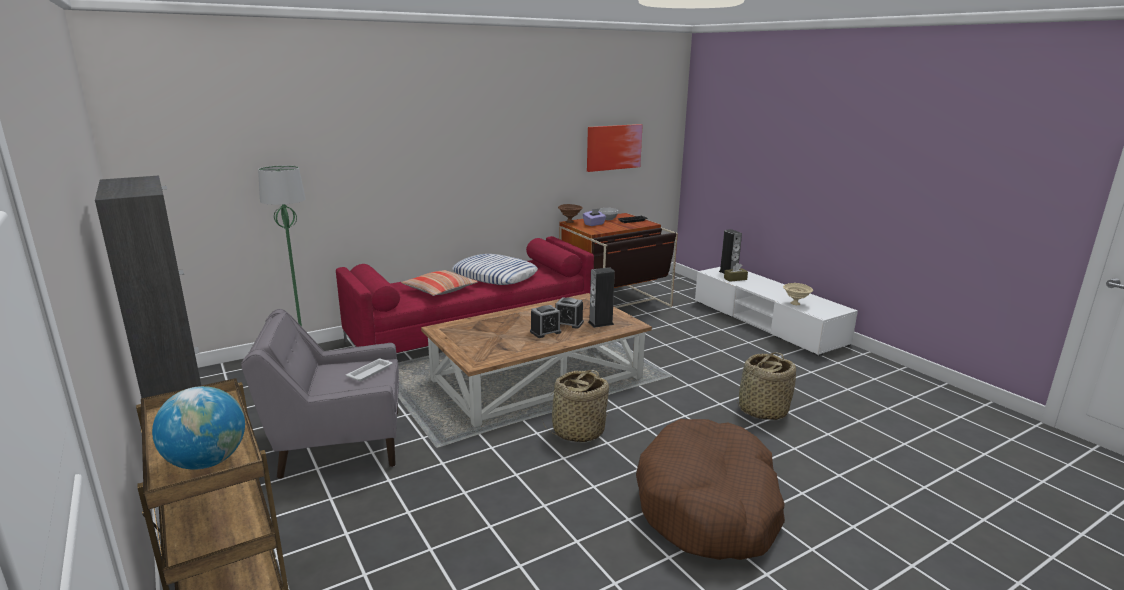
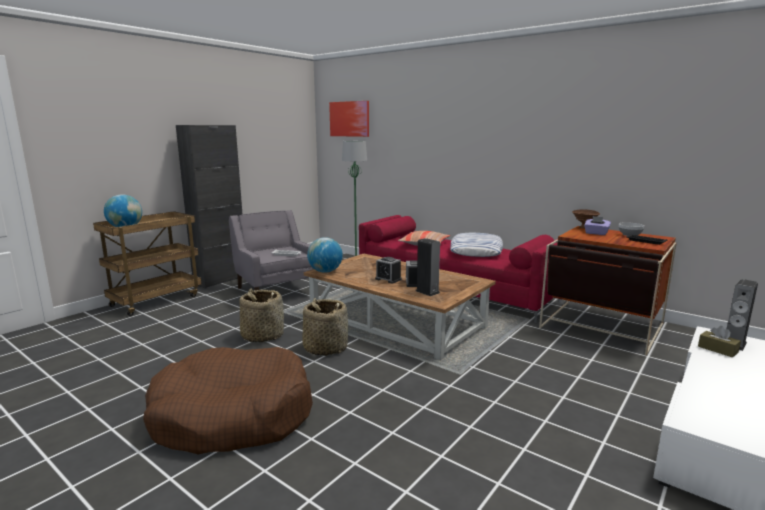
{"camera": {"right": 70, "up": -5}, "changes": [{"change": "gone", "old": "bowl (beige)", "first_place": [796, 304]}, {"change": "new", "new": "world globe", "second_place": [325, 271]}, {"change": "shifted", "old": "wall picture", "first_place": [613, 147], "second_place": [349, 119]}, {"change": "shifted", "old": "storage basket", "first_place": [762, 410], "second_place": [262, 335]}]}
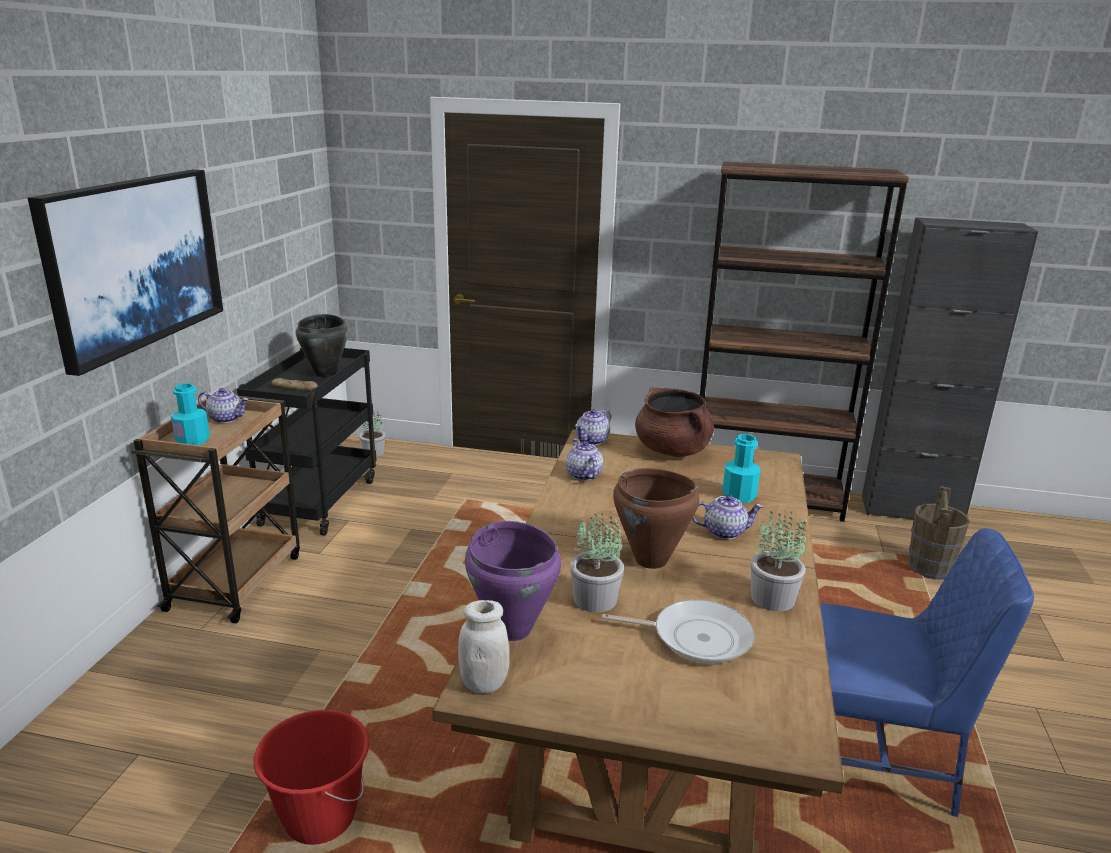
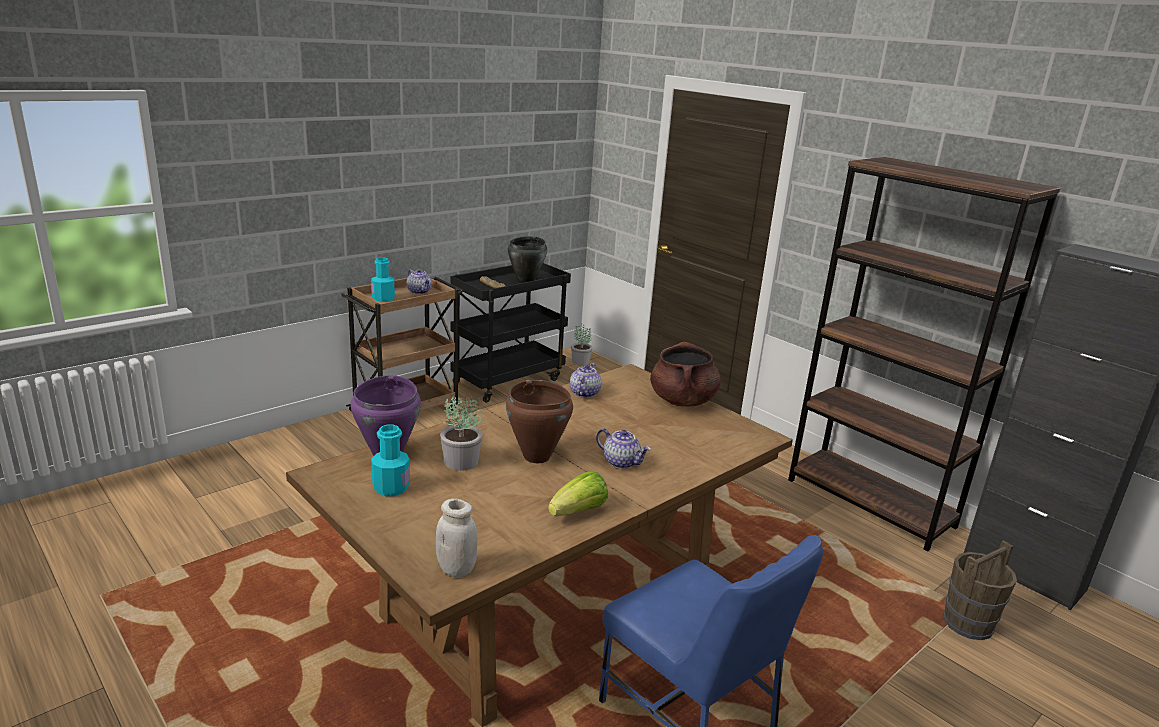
{"camera": {"right": 35, "up": 0}, "changes": [{"change": "gone", "old": "wall picture", "first_place": [134, 262]}, {"change": "gone", "old": "water bucket (red-coloured)", "first_place": [319, 818]}, {"change": "gone", "old": "pot for tea", "first_place": [592, 440]}, {"change": "gone", "old": "pan", "first_place": [696, 637]}, {"change": "shifted", "old": "jar (whitish)", "first_place": [484, 683], "second_place": [456, 569]}, {"change": "shifted", "old": "drink bottle (turquoise)", "first_place": [739, 496], "second_place": [391, 487]}, {"change": "swapped", "old": "houseplant", "new": "lettuce head", "first_place": [773, 598], "second_place": [579, 512]}]}
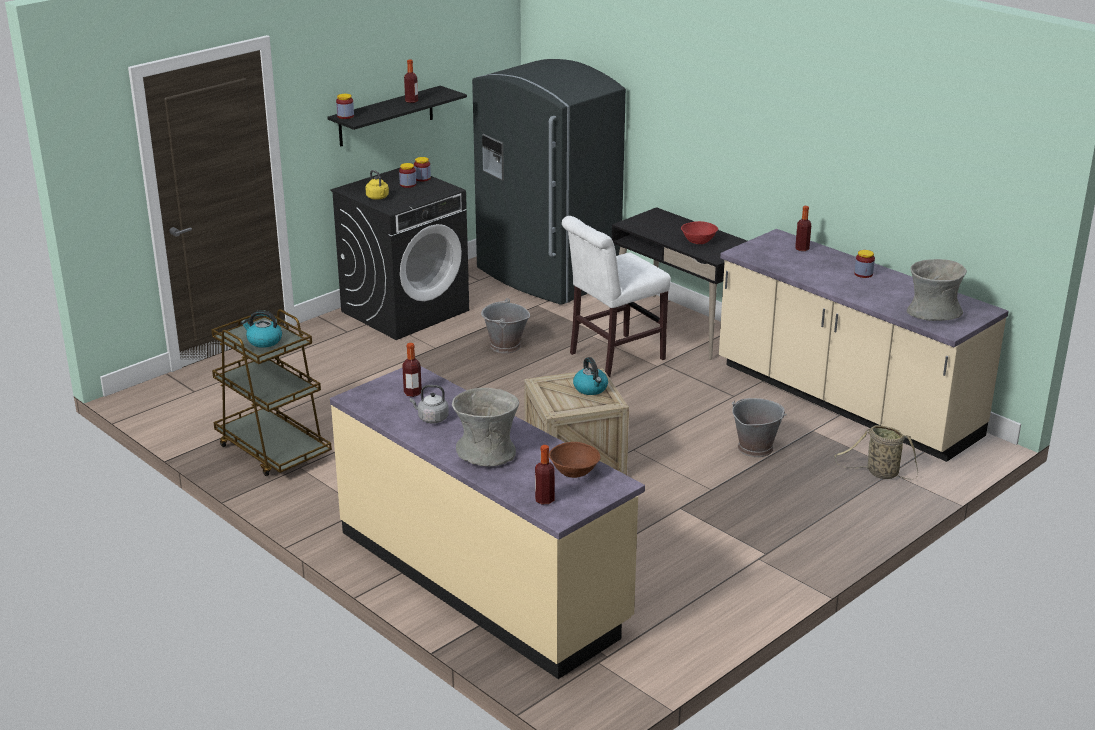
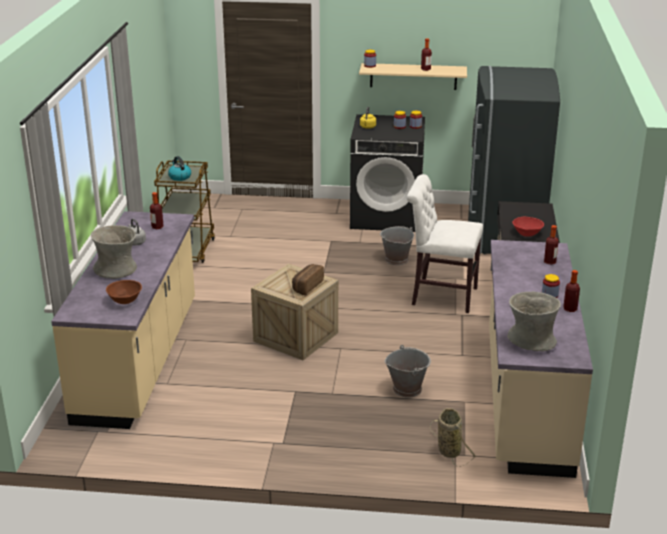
{"camera": {"right": 50, "up": 0}, "changes": [{"change": "shifted", "old": "drink bottle", "first_place": [544, 500], "second_place": [570, 309]}, {"change": "swapped", "old": "kettle", "new": "baked bread", "first_place": [591, 388], "second_place": [306, 286]}, {"change": "repainted", "old": "wall shelf (black)", "new": "wall shelf (beige)", "first_place": [386, 116], "second_place": [413, 76]}]}
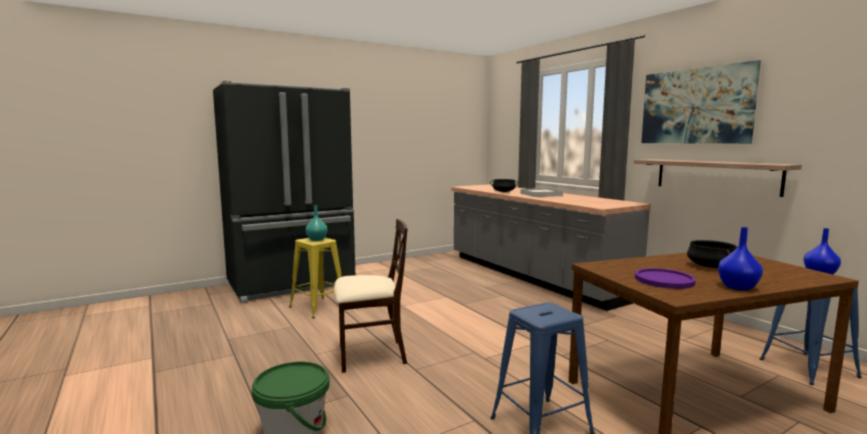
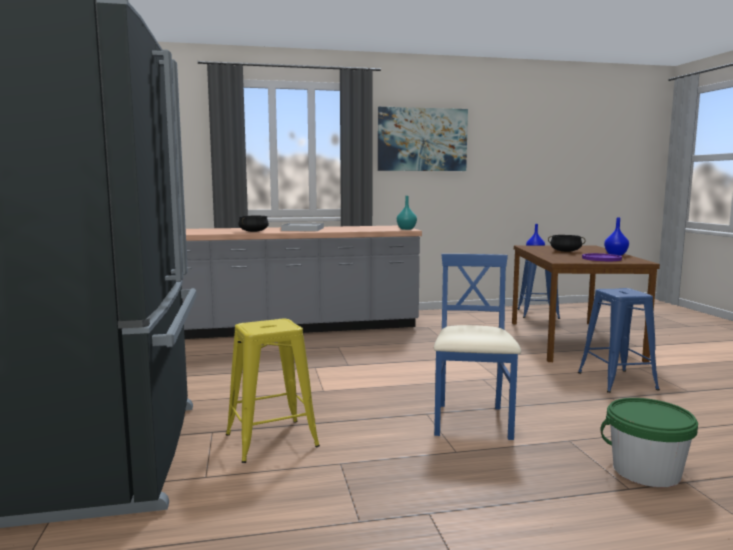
{"camera": {"right": -70, "up": 0}, "changes": [{"change": "gone", "old": "wall shelf", "first_place": [715, 176]}, {"change": "shifted", "old": "vase (turquoise)", "first_place": [317, 239], "second_place": [406, 229]}, {"change": "repainted", "old": "plain chair (beige)", "new": "plain chair (blue)", "first_place": [370, 355], "second_place": [472, 421]}]}
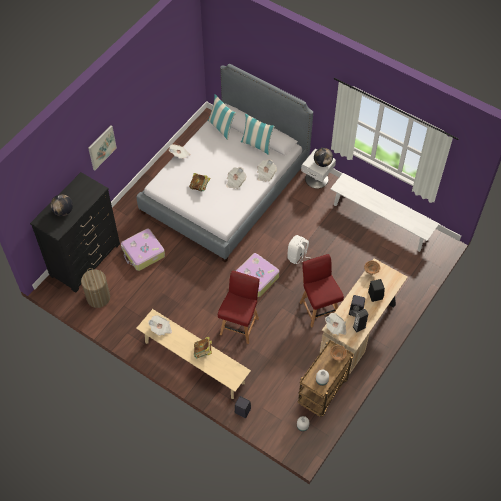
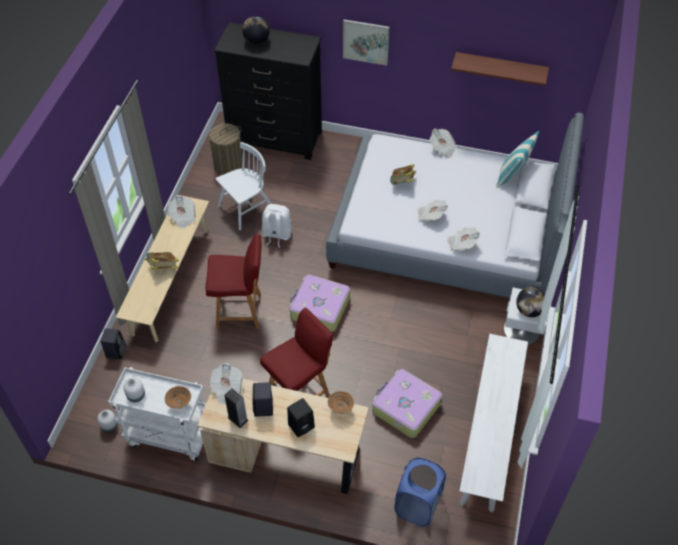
{"camera": {"right": 70, "up": -5}, "changes": [{"change": "gone", "old": "pillow", "first_place": [257, 145]}, {"change": "new", "new": "plain chair (whitish)", "second_place": [246, 208]}, {"change": "new", "new": "washing basket (blue)", "second_place": [417, 505]}, {"change": "new", "new": "wall shelf", "second_place": [500, 68]}, {"change": "shifted", "old": "piece of luggage", "first_place": [143, 253], "second_place": [405, 407]}, {"change": "shifted", "old": "knapsack (whitish)", "first_place": [297, 256], "second_place": [276, 235]}, {"change": "repainted", "old": "trolley (brown)", "new": "trolley (whitish)", "first_place": [323, 392], "second_place": [168, 436]}]}
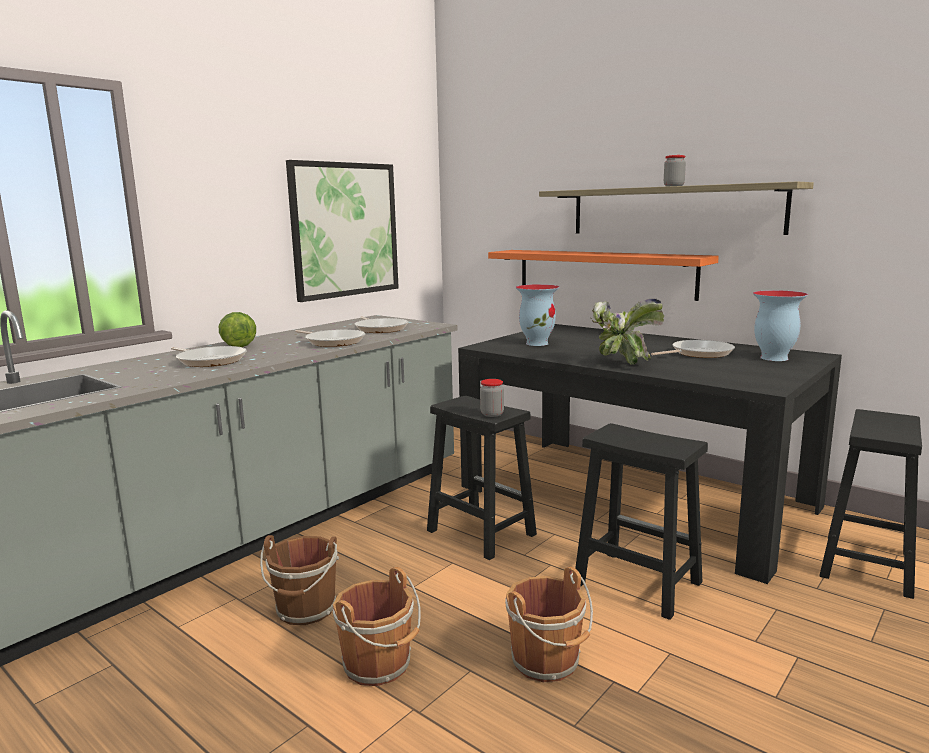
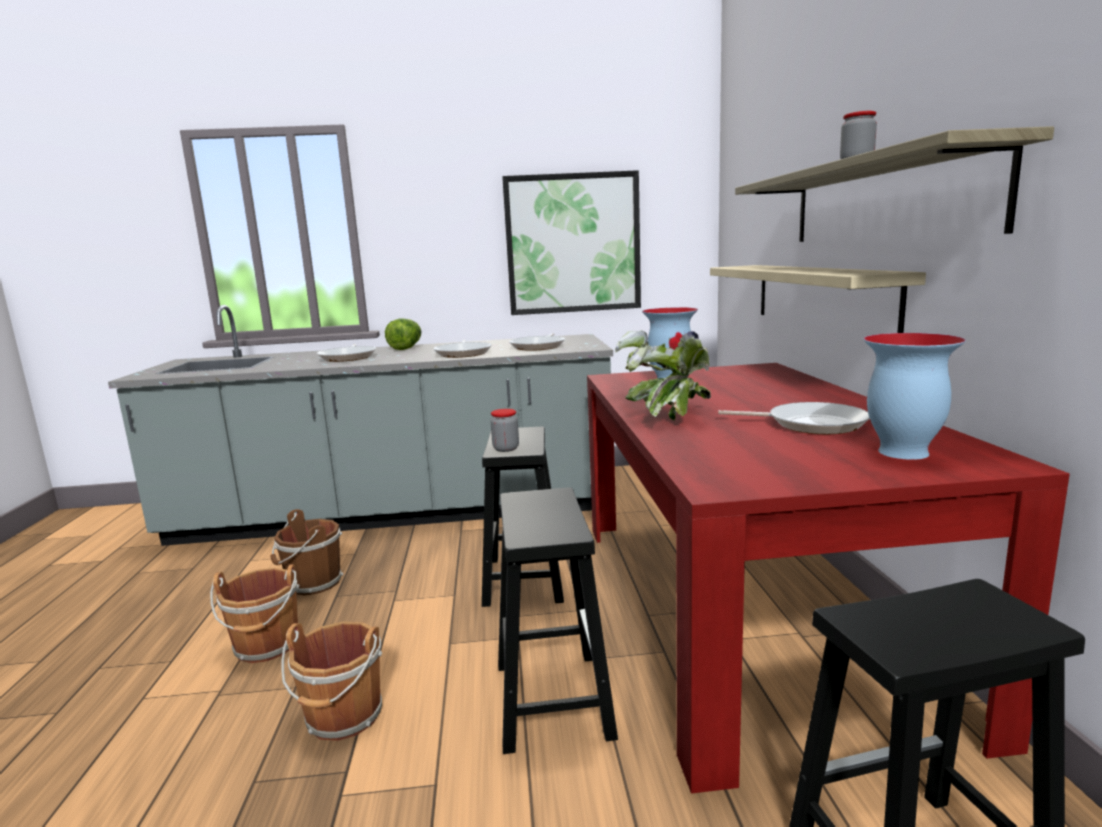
{"camera": {"right": 45, "up": 0}, "changes": [{"change": "repainted", "old": "dining table (black)", "new": "dining table (red-coloured)", "first_place": [634, 496], "second_place": [745, 609]}, {"change": "repainted", "old": "wall shelf (orange)", "new": "wall shelf (beige)", "first_place": [603, 273], "second_place": [819, 297]}]}
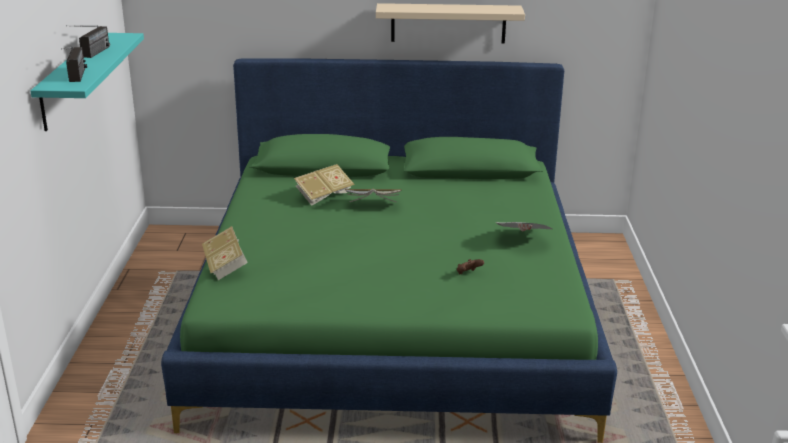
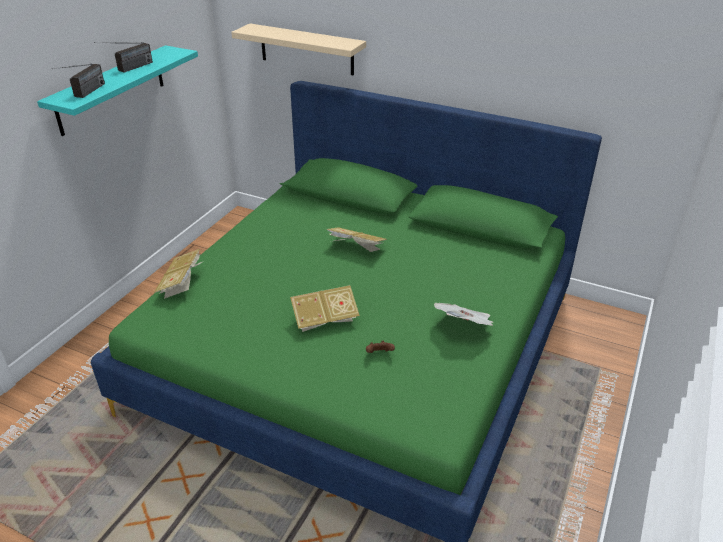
{"camera": {"right": 25, "up": 10}, "changes": [{"change": "shifted", "old": "book", "first_place": [323, 196], "second_place": [324, 319]}, {"change": "shifted", "old": "wall shelf (beige)", "first_place": [448, 23], "second_place": [306, 49]}]}
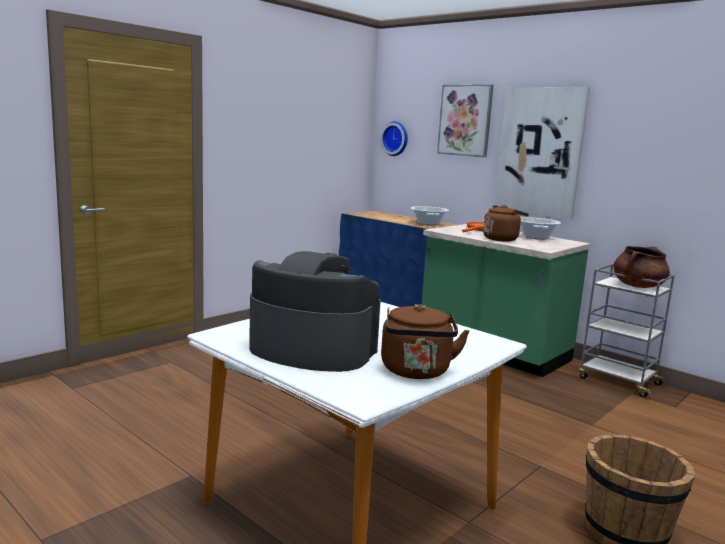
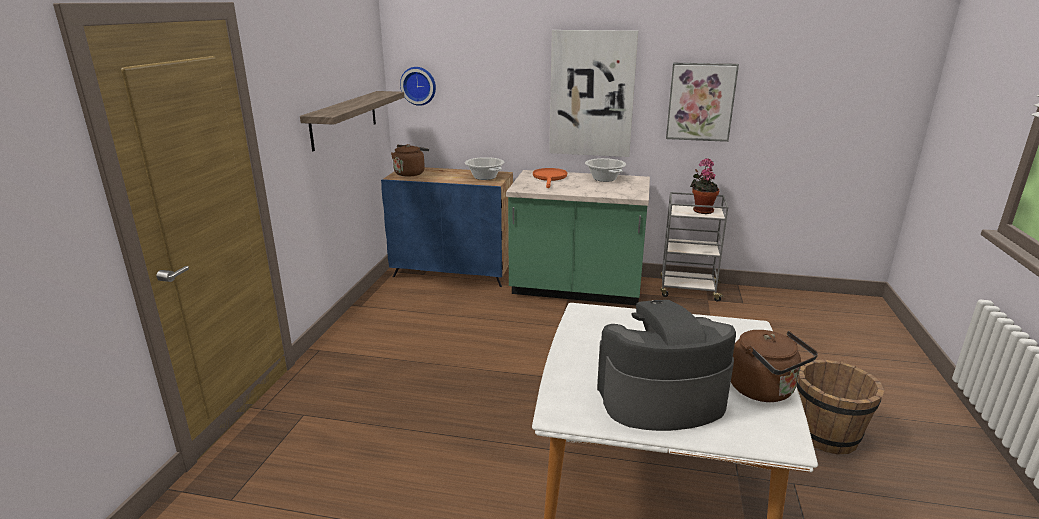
{"camera": {"right": -30, "up": 10}, "changes": [{"change": "new", "new": "wall shelf", "second_place": [344, 119]}, {"change": "shifted", "old": "wall picture", "first_place": [465, 120], "second_place": [700, 102]}, {"change": "shifted", "old": "kettle (brown)", "first_place": [502, 239], "second_place": [410, 173]}, {"change": "swapped", "old": "stockpot (brown)", "new": "houseplant", "first_place": [638, 286], "second_place": [701, 210]}]}
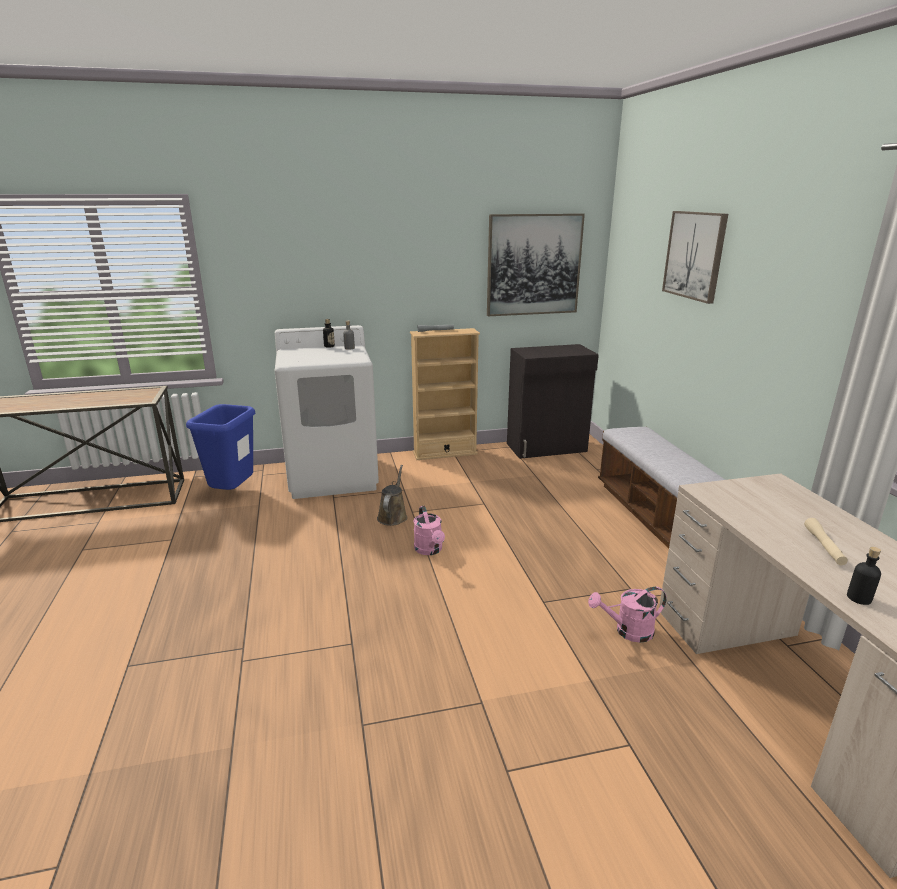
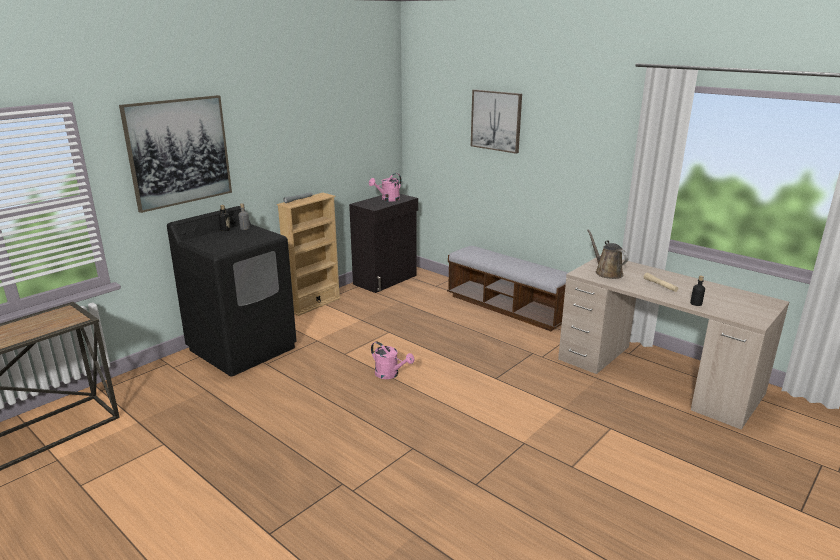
{"camera": {"right": -35, "up": 0}, "changes": [{"change": "gone", "old": "rubbish bin (blue)", "first_place": [233, 493]}, {"change": "shifted", "old": "sprinkling can (brown)", "first_place": [393, 516], "second_place": [606, 272]}, {"change": "shifted", "old": "wall picture", "first_place": [533, 265], "second_place": [178, 152]}, {"change": "shifted", "old": "sprinkling can (pink-coloured)", "first_place": [627, 631], "second_place": [388, 199]}, {"change": "repainted", "old": "washing machine (whitish)", "new": "washing machine (black)", "first_place": [333, 476], "second_place": [243, 348]}]}
